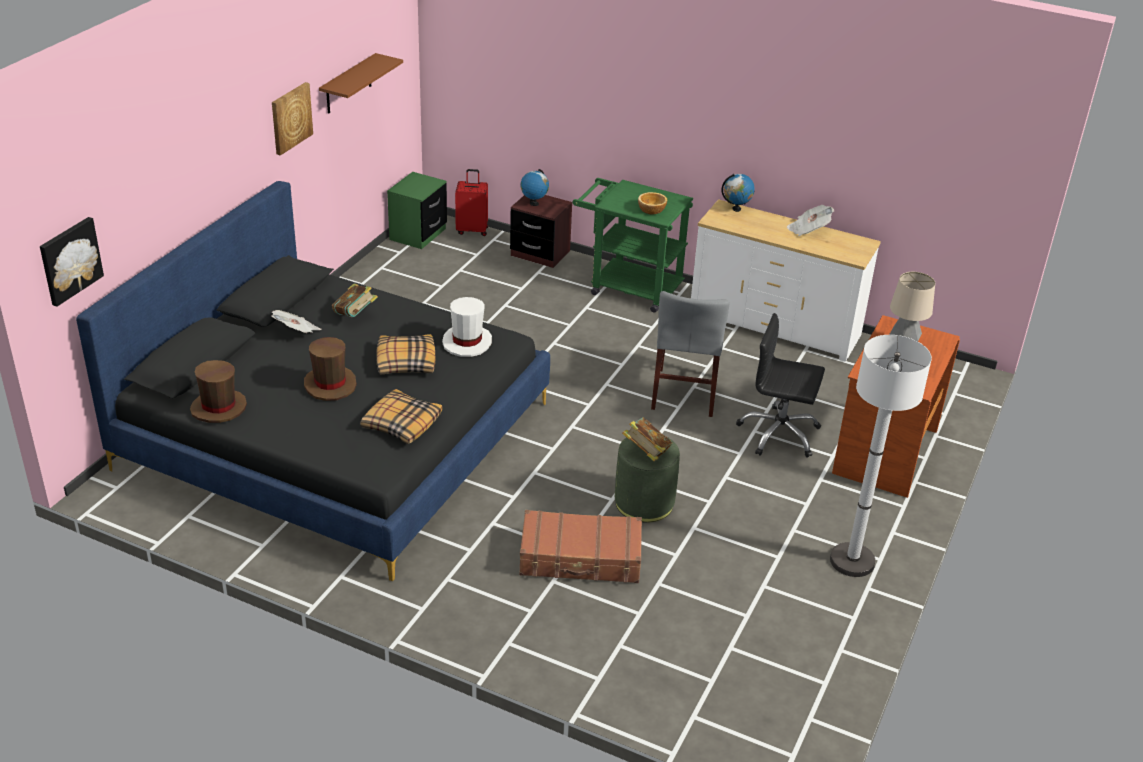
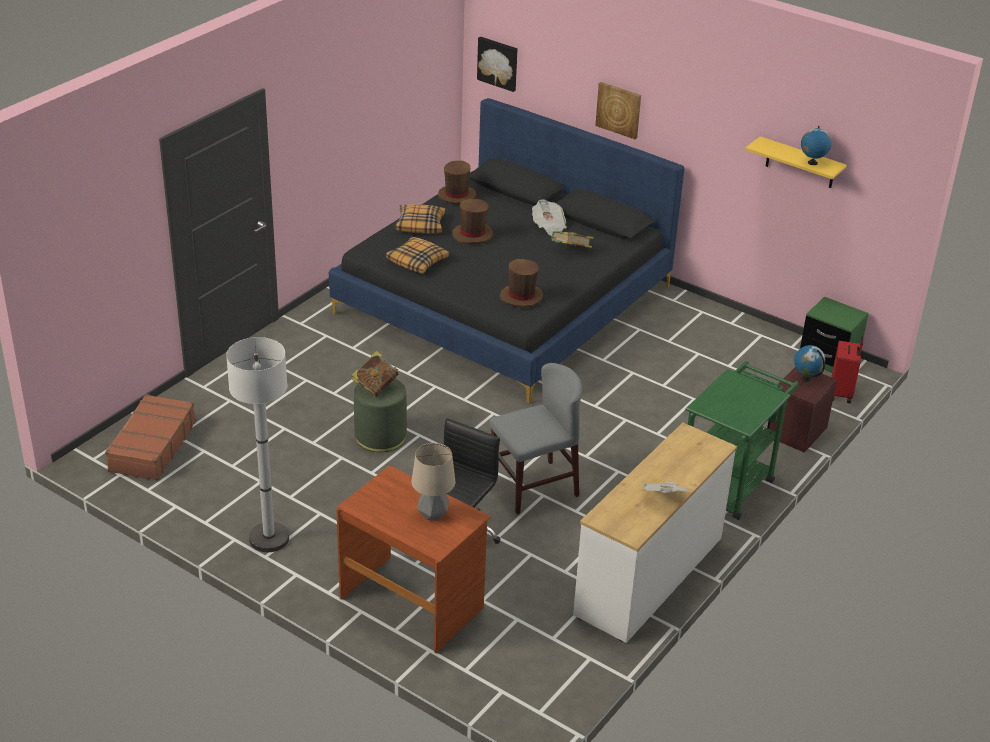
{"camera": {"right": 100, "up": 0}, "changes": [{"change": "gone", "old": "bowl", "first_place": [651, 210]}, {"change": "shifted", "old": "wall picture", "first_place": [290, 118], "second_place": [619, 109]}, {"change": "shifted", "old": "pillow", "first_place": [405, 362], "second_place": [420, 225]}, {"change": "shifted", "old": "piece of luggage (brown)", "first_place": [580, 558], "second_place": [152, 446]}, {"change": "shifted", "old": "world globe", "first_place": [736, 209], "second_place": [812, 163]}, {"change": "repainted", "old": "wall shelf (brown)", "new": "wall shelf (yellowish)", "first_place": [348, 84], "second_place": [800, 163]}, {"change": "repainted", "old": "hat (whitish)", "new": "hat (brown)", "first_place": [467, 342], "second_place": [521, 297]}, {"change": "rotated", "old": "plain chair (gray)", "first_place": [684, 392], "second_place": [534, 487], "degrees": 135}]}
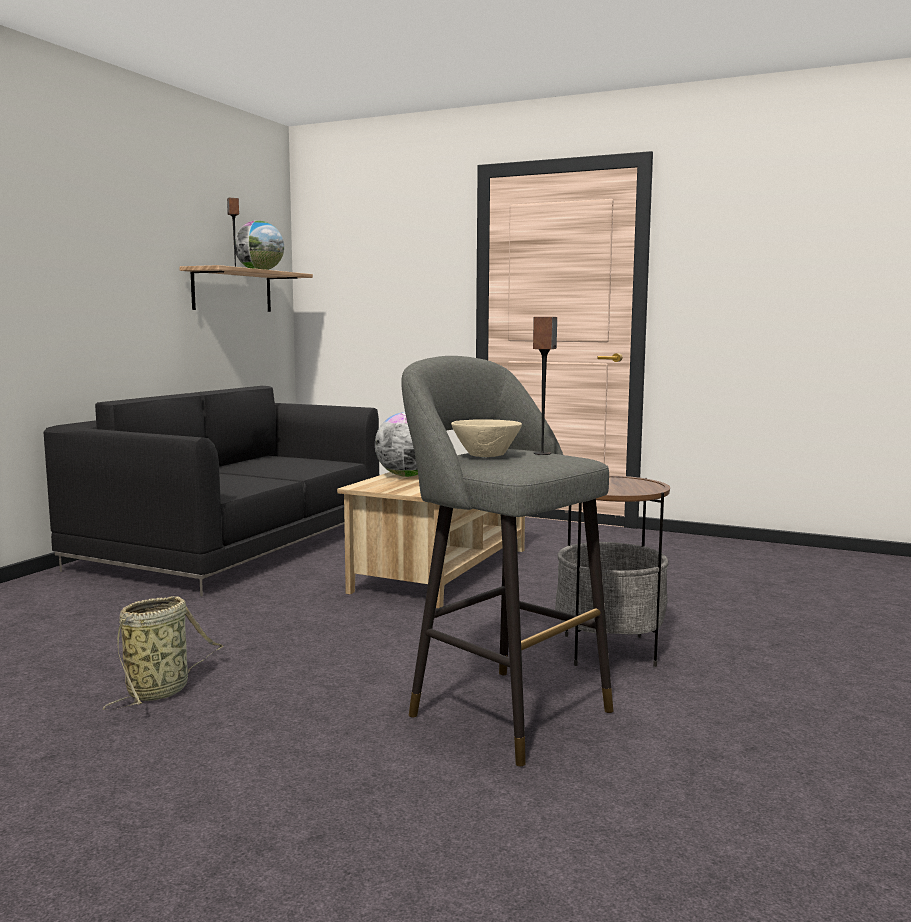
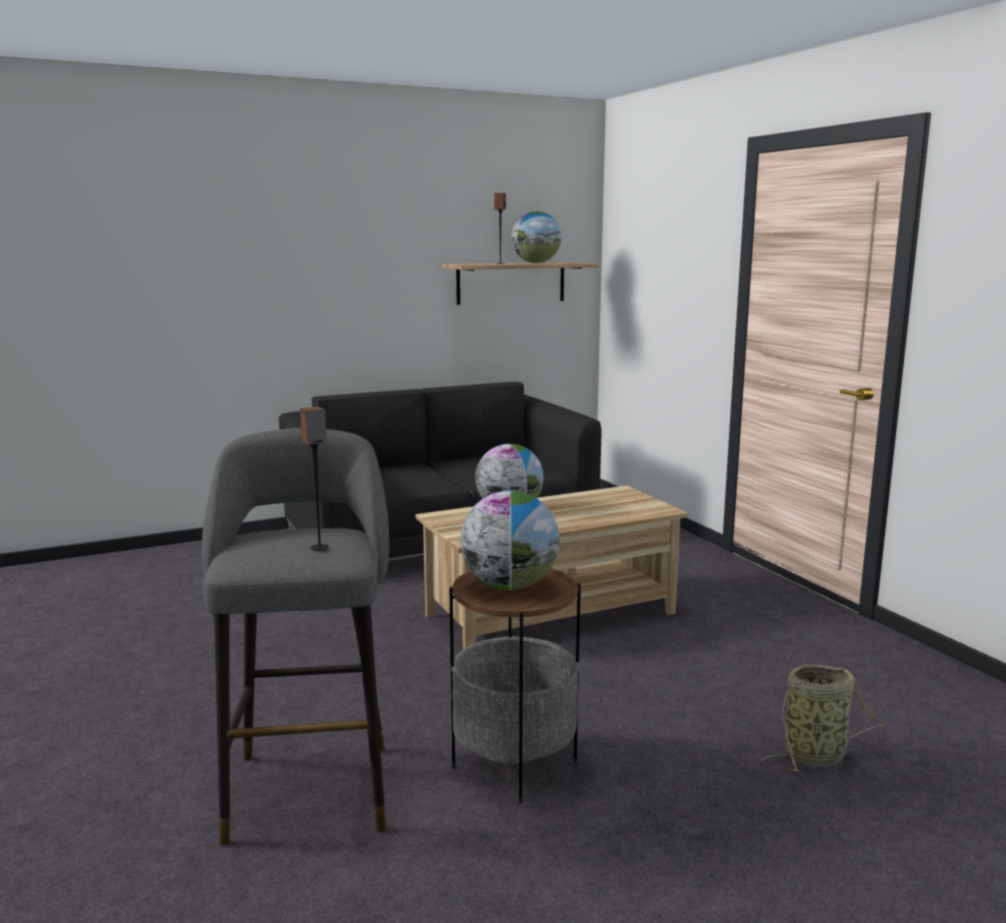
{"camera": {"right": 40, "up": 5}, "changes": [{"change": "gone", "old": "bowl (beige)", "first_place": [488, 455]}, {"change": "new", "new": "world globe", "second_place": [510, 586]}, {"change": "shifted", "old": "storage basket", "first_place": [161, 691], "second_place": [817, 756]}]}
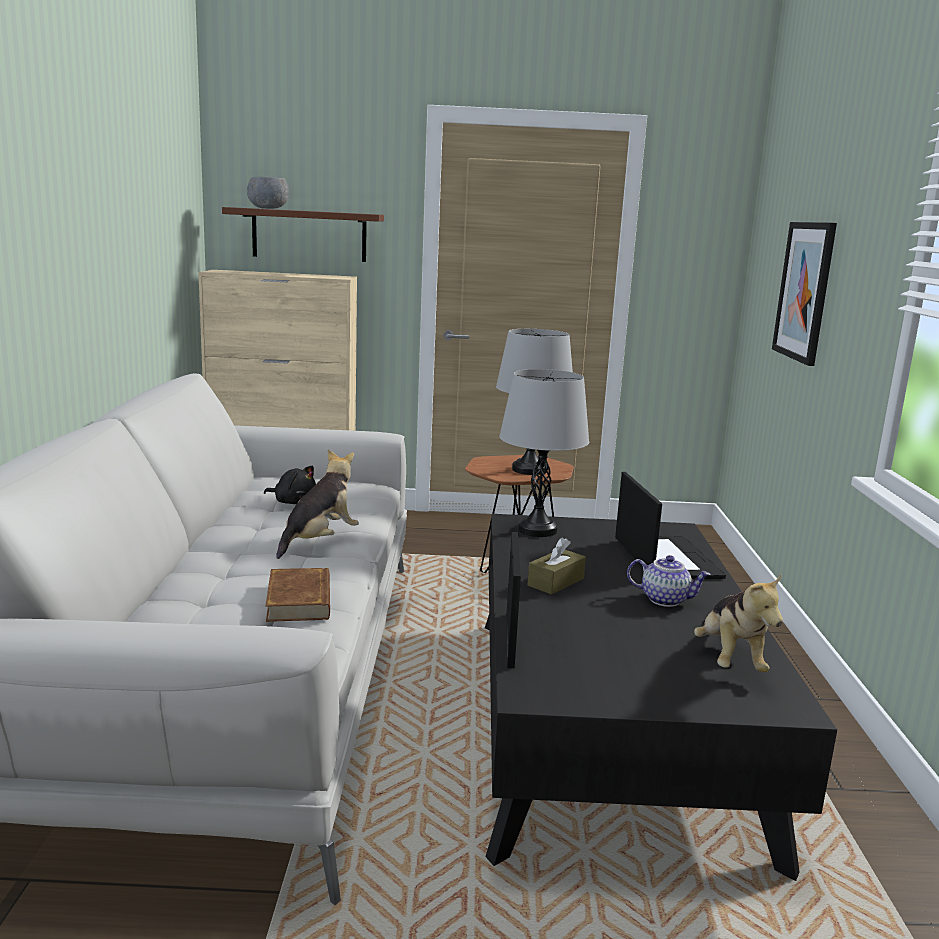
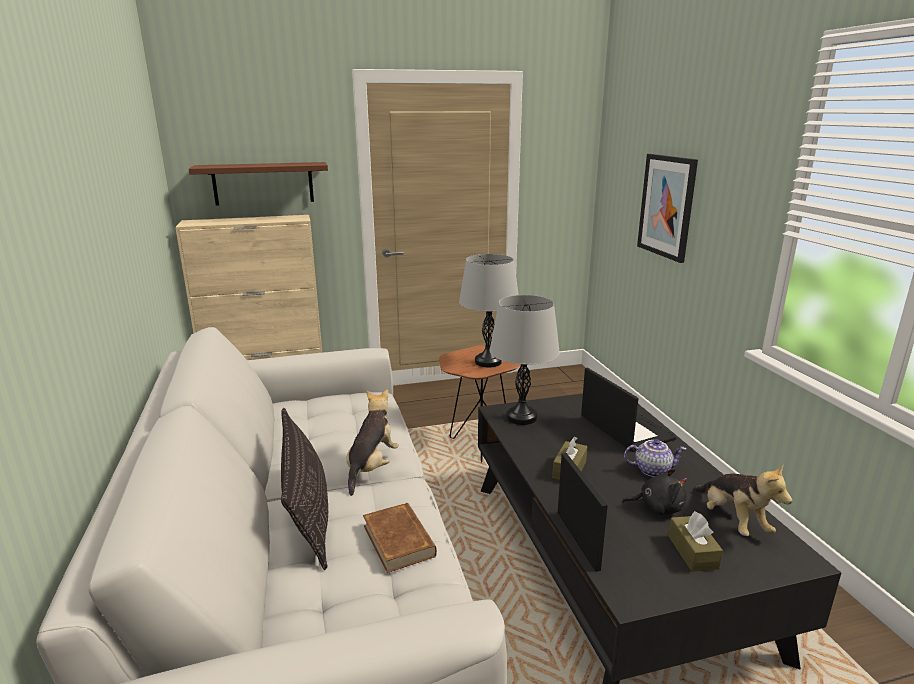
{"camera": {"right": -15, "up": 5}, "changes": [{"change": "gone", "old": "bowl (gray)", "first_place": [268, 208]}, {"change": "new", "new": "pillow", "second_place": [308, 513]}, {"change": "new", "new": "box of tissues (brown)", "second_place": [692, 552]}, {"change": "shifted", "old": "plush toy (black)", "first_place": [293, 502], "second_place": [657, 507]}]}
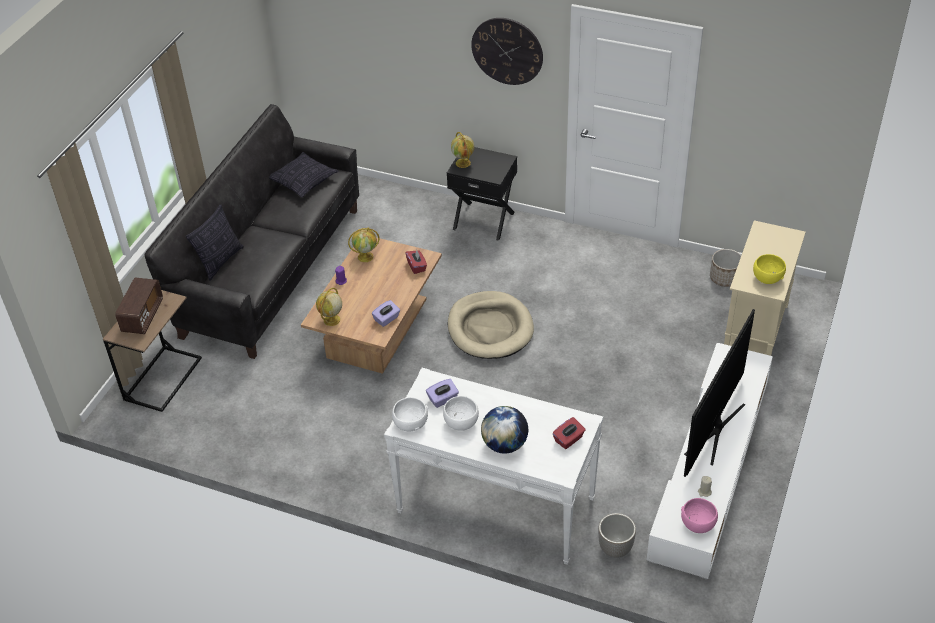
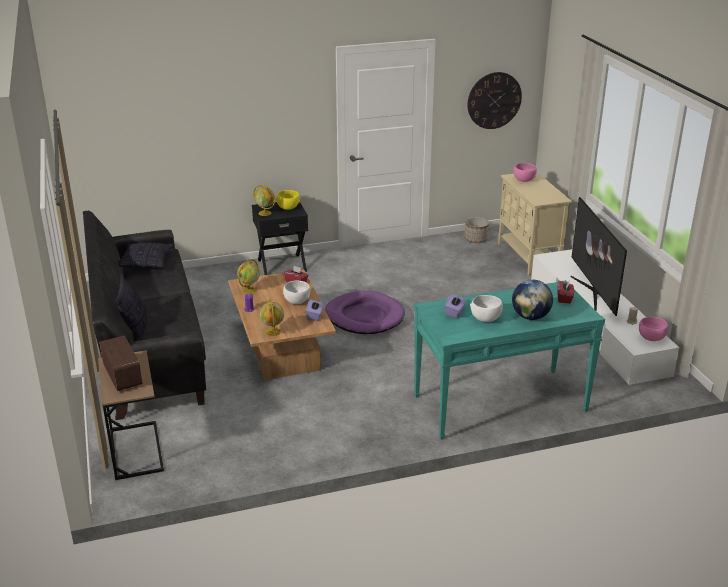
{"camera": {"right": -40, "up": -15}, "changes": [{"change": "gone", "old": "plant pot", "first_place": [615, 548]}, {"change": "new", "new": "bowl (pink-coloured)", "second_place": [524, 180]}, {"change": "shifted", "old": "bowl (whitish)", "first_place": [410, 424], "second_place": [296, 301]}, {"change": "shifted", "old": "hanging clock", "first_place": [507, 51], "second_place": [494, 100]}, {"change": "shifted", "old": "bowl (yellowish)", "first_place": [767, 278], "second_place": [288, 208]}, {"change": "repainted", "old": "console table (whitish)", "new": "console table (turquoise)", "first_place": [495, 505], "second_place": [499, 404]}, {"change": "repainted", "old": "dog cushion (beige)", "new": "dog cushion (purple)", "first_place": [490, 328], "second_place": [364, 316]}]}
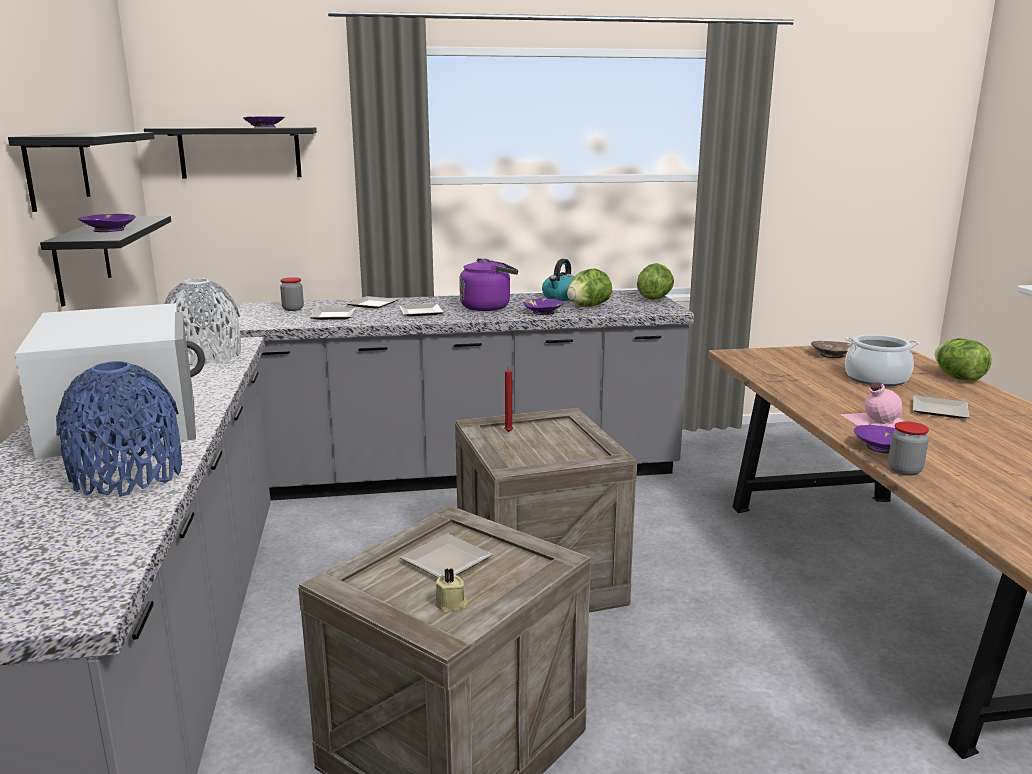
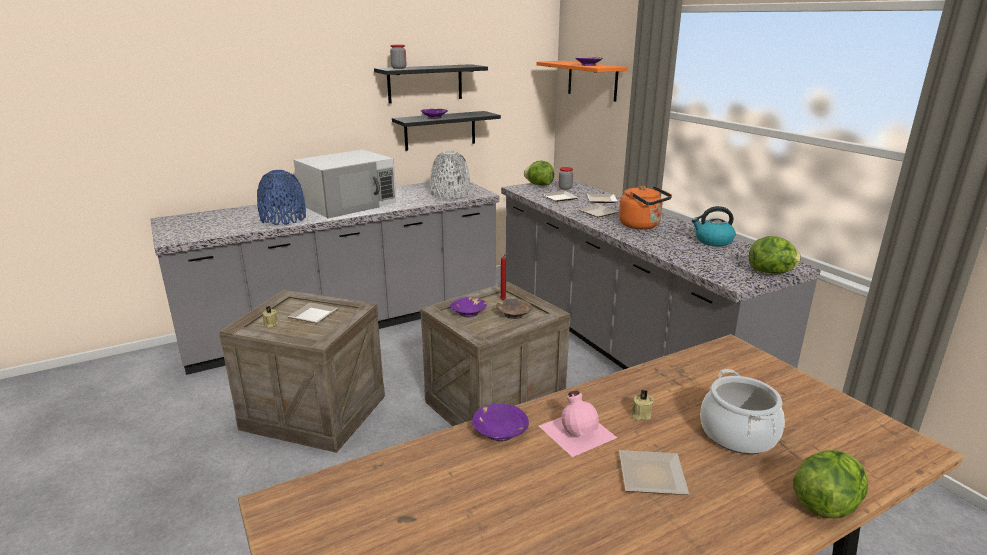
{"camera": {"right": 70, "up": 5}, "changes": [{"change": "new", "new": "candle (beige)", "second_place": [640, 414]}, {"change": "shifted", "old": "bowl (purple)", "first_place": [543, 312], "second_place": [469, 313]}, {"change": "shifted", "old": "lettuce head", "first_place": [588, 306], "second_place": [539, 185]}, {"change": "shifted", "old": "bowl (brown)", "first_place": [832, 355], "second_place": [513, 314]}, {"change": "shifted", "old": "jar", "first_place": [904, 470], "second_place": [399, 68]}, {"change": "repainted", "old": "wall shelf (black)", "new": "wall shelf (orange)", "first_place": [240, 152], "second_place": [592, 80]}, {"change": "repainted", "old": "kettle (purple)", "new": "kettle (orange)", "first_place": [488, 307], "second_place": [641, 226]}]}
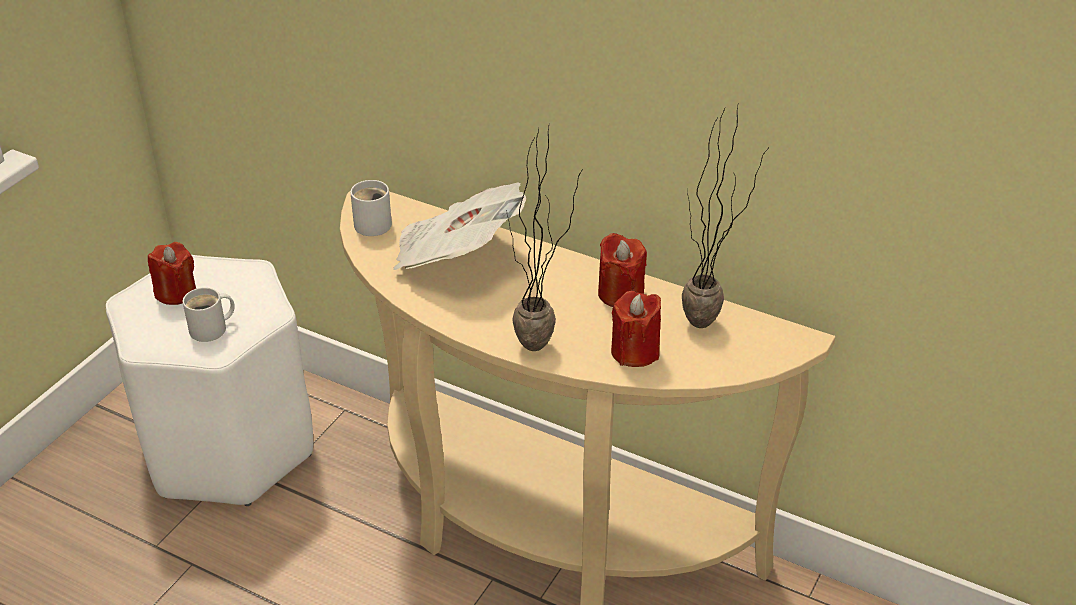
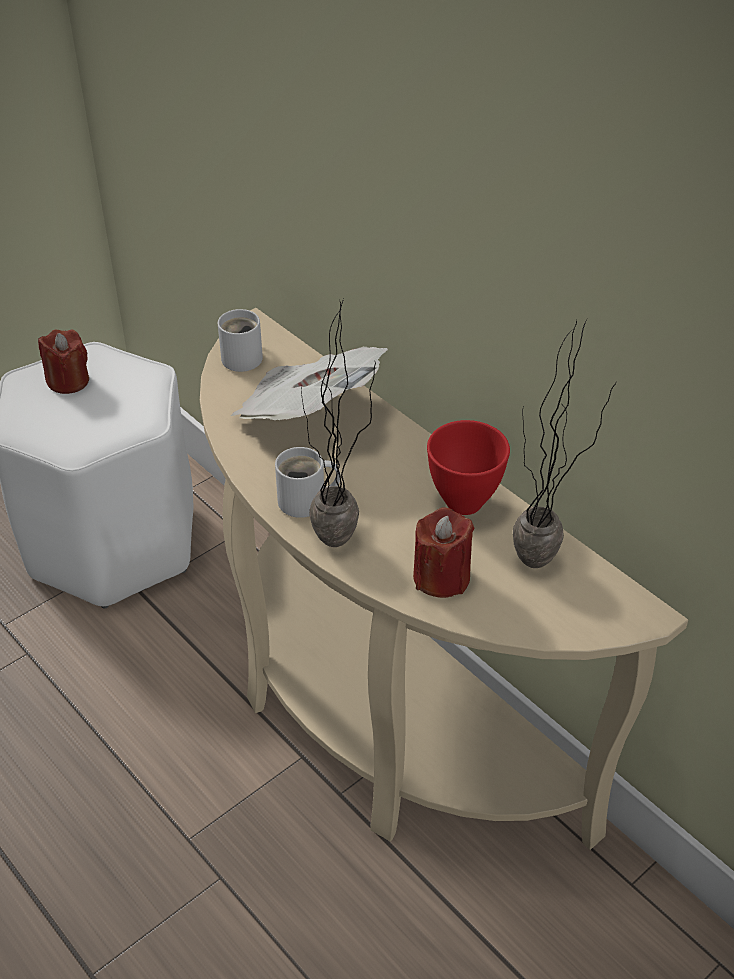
{"camera": {"right": 20, "up": 5}, "changes": [{"change": "shifted", "old": "mug (whitish)", "first_place": [212, 329], "second_place": [306, 501]}, {"change": "swapped", "old": "candle (red-coloured)", "new": "bowl (red-coloured)", "first_place": [620, 294], "second_place": [461, 502]}]}
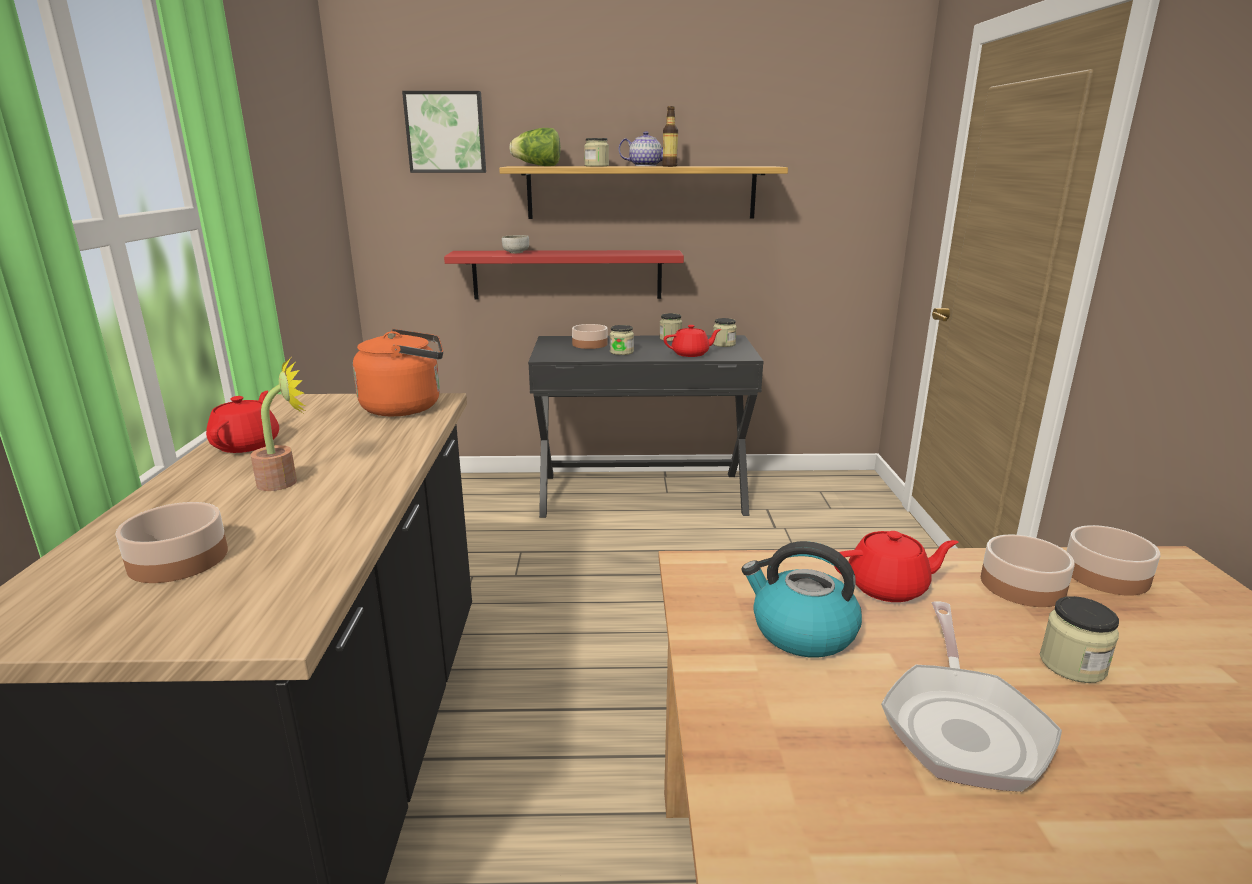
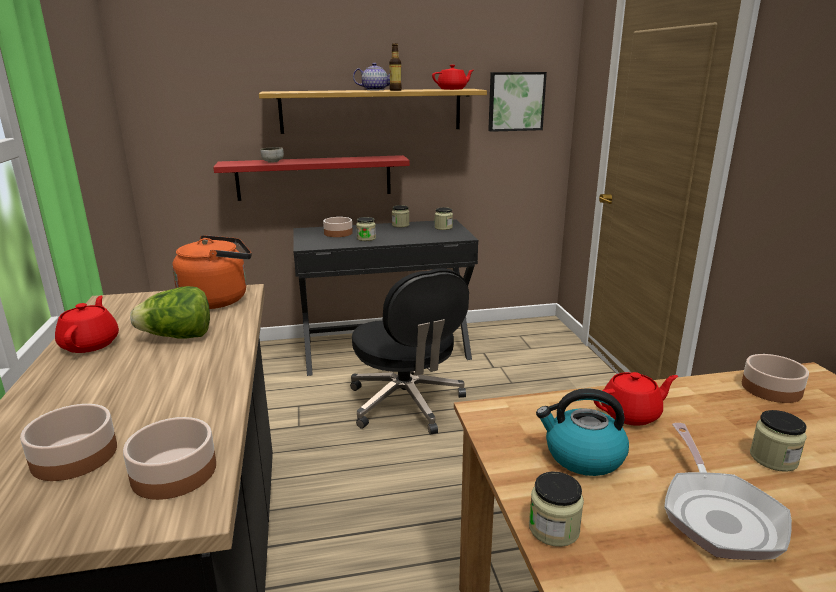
{"camera": {"right": -10, "up": 0}, "changes": [{"change": "gone", "old": "houseplant", "first_place": [286, 481]}, {"change": "new", "new": "desk chair (black)", "second_place": [407, 403]}, {"change": "shifted", "old": "wall picture", "first_place": [446, 132], "second_place": [515, 101]}, {"change": "shifted", "old": "lettuce head", "first_place": [538, 166], "second_place": [178, 337]}, {"change": "shifted", "old": "jar", "first_place": [596, 166], "second_place": [554, 529]}, {"change": "shifted", "old": "pot for tea (red-coloured)", "first_place": [691, 354], "second_place": [452, 89]}, {"change": "shifted", "old": "bowl", "first_place": [1022, 586], "second_place": [173, 473]}]}
